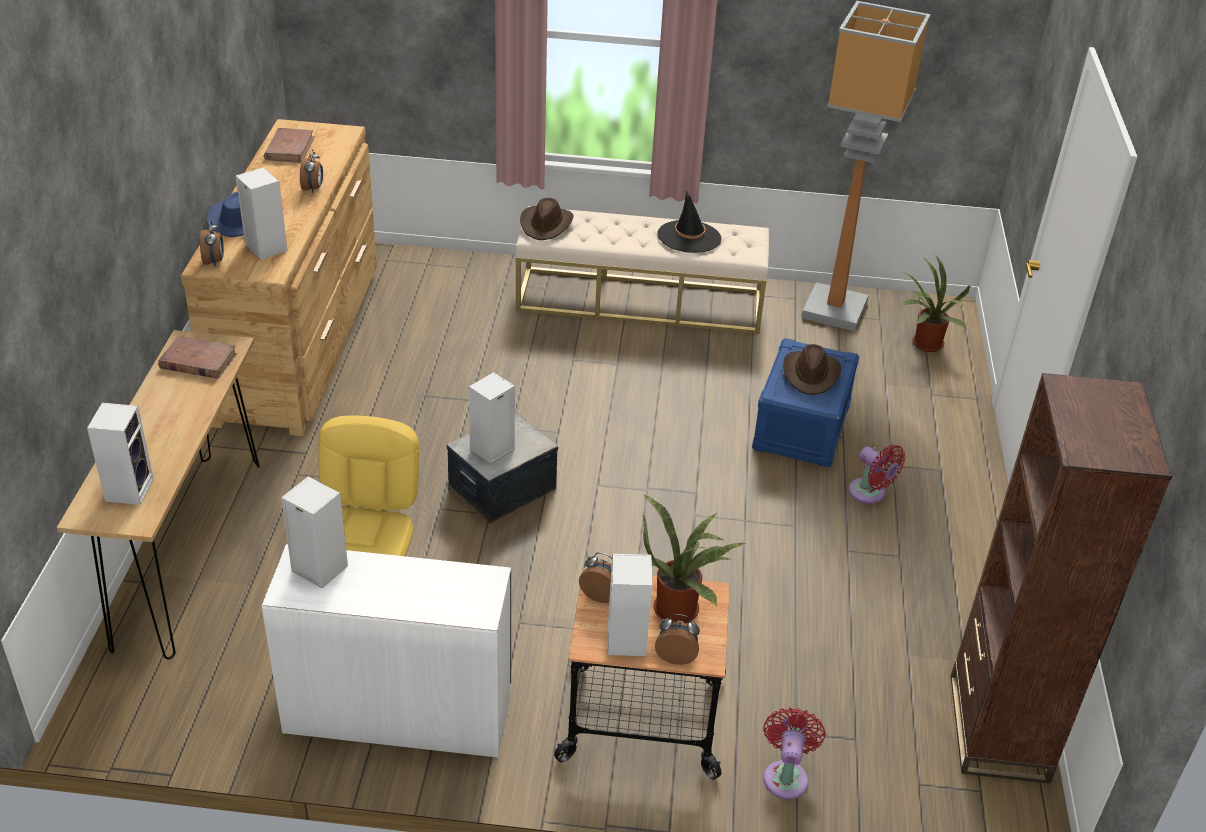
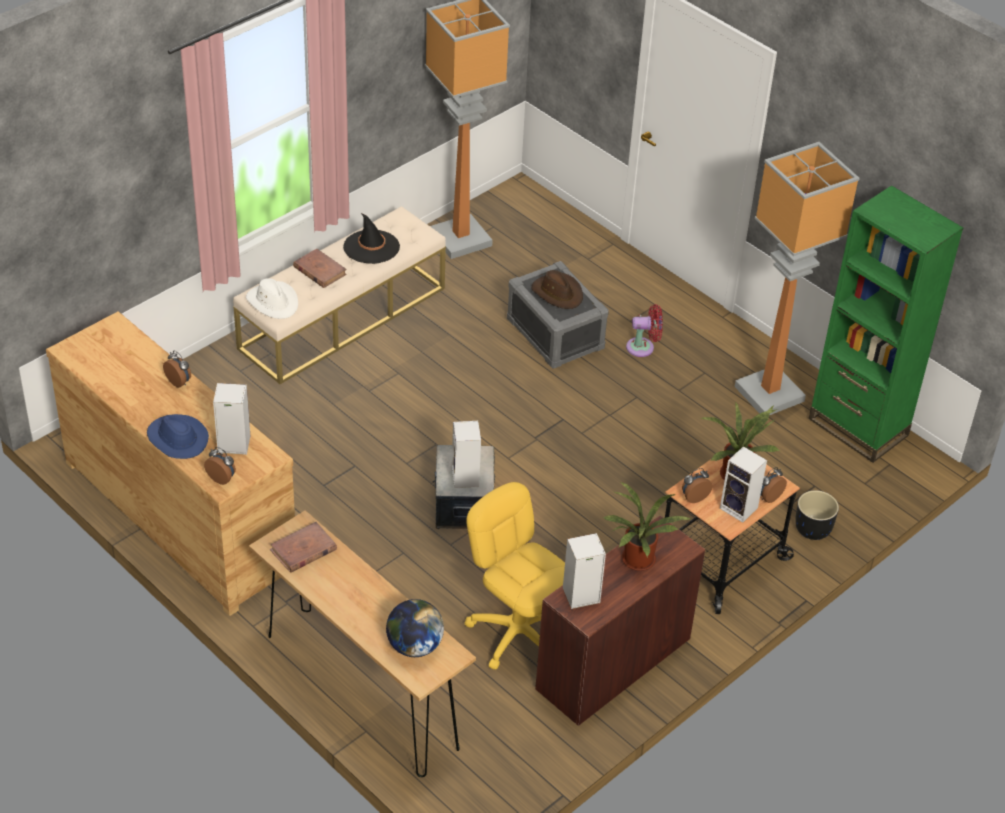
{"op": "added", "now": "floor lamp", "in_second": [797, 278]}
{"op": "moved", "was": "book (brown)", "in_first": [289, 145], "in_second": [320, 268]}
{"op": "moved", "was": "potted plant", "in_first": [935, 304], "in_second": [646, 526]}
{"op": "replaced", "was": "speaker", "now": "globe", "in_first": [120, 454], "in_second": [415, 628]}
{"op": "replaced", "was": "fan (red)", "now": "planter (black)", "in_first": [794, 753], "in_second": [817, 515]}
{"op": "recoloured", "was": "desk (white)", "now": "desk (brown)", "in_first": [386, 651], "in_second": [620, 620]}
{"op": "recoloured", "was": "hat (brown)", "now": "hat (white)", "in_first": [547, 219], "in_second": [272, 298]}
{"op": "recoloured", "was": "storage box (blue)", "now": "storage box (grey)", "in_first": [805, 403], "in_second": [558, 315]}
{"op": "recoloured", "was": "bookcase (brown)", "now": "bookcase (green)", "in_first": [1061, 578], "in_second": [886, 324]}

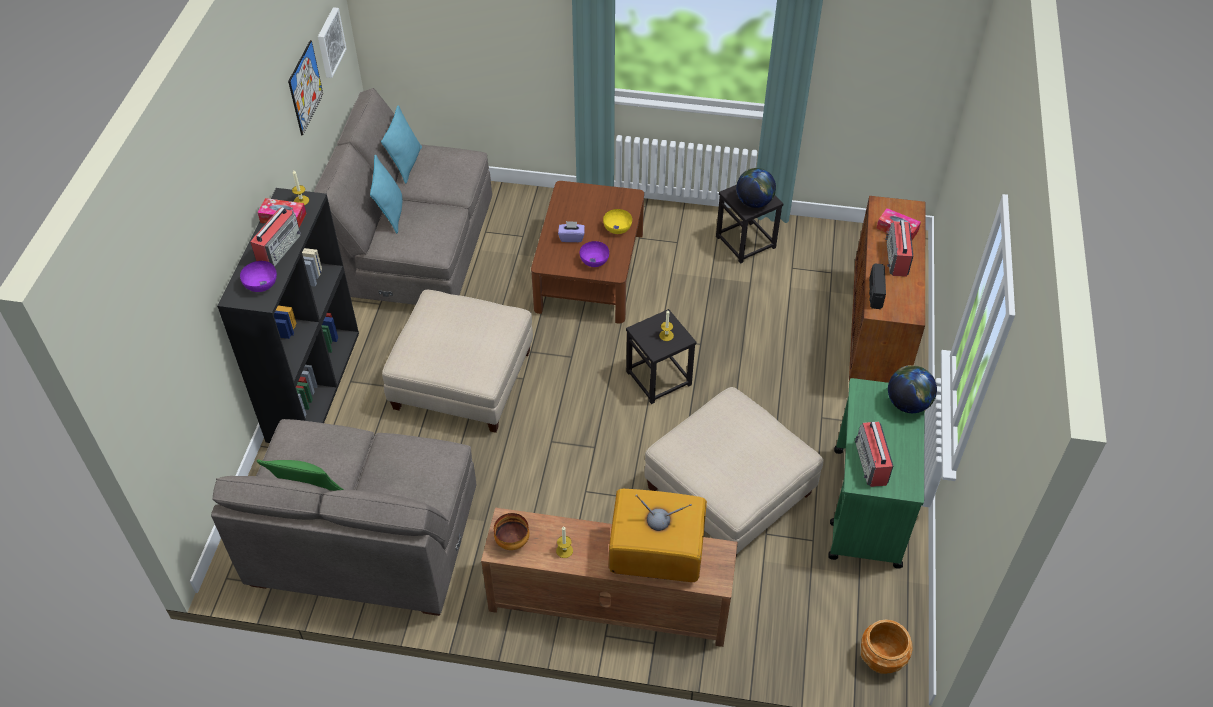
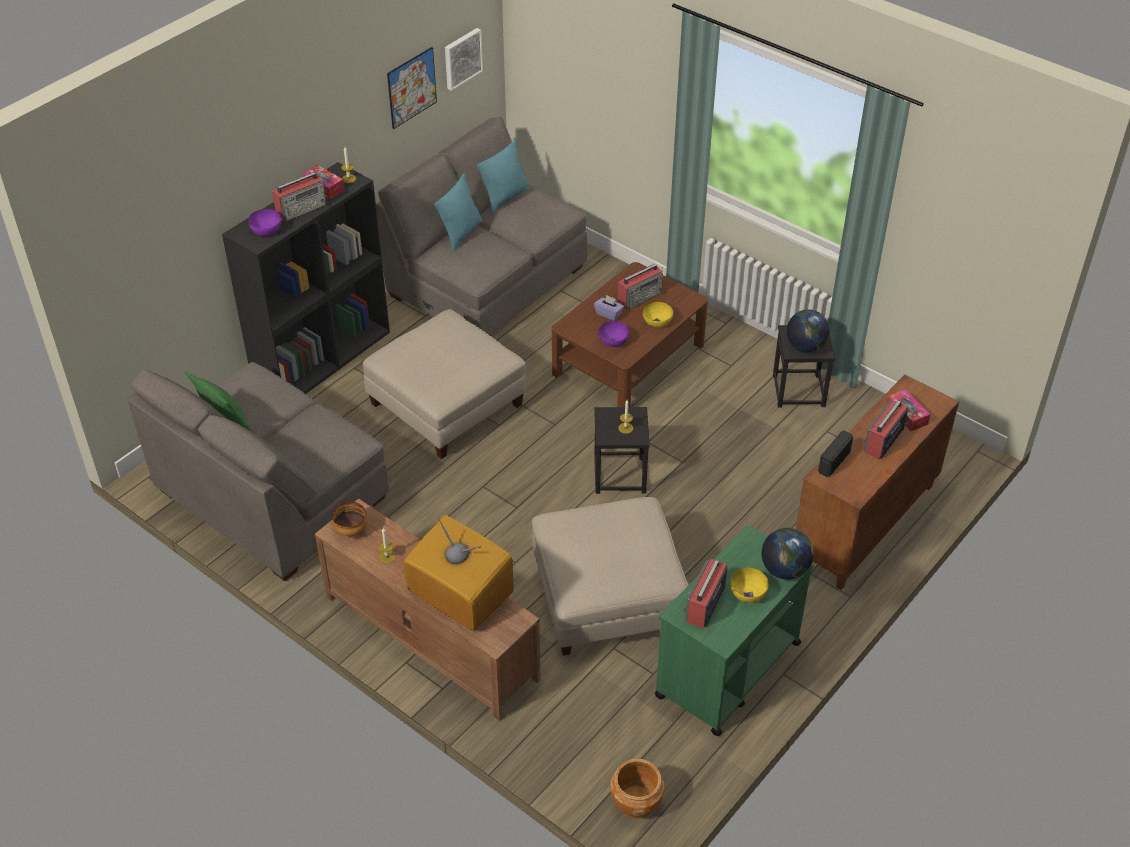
{"op": "added", "now": "radio", "in_second": [640, 286]}
{"op": "added", "now": "bowl (yellow)", "in_second": [749, 585]}

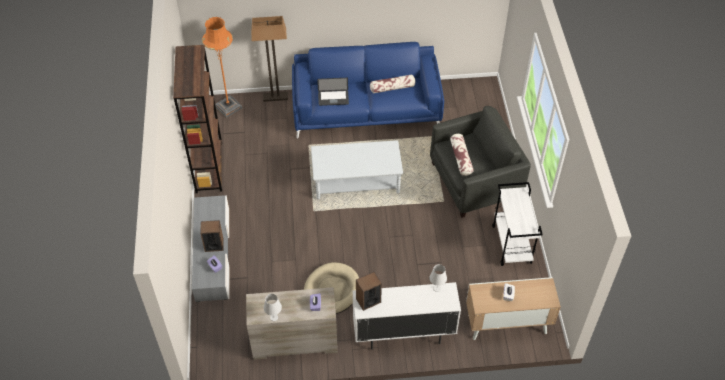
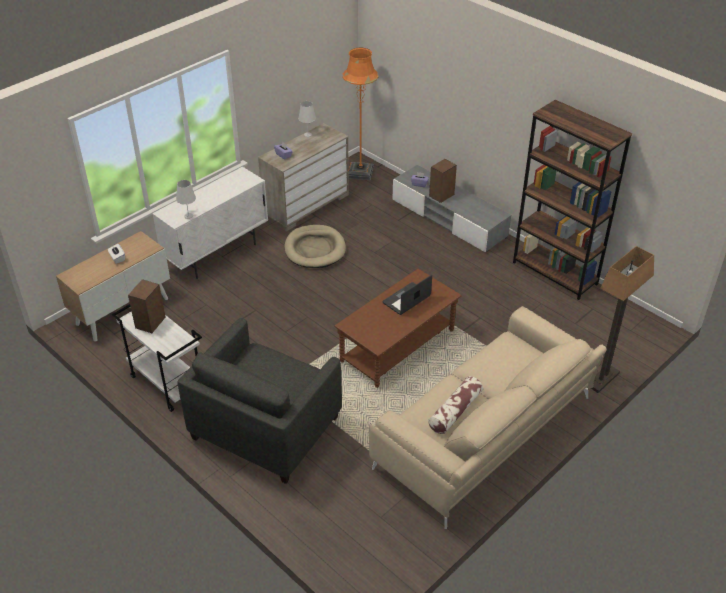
{"op": "removed", "was": "pillow", "in_first": [462, 155]}
{"op": "moved", "was": "floor lamp (orange)", "in_first": [222, 67], "in_second": [360, 114]}
{"op": "moved", "was": "laptop", "in_first": [333, 92], "in_second": [407, 295]}
{"op": "moved", "was": "speaker", "in_first": [369, 291], "in_second": [147, 306]}
{"op": "recoloured", "was": "sofa (blue)", "now": "sofa (beige)", "in_first": [368, 90], "in_second": [488, 417]}
{"op": "recoloured", "was": "coffee table (grey)", "now": "coffee table (brown)", "in_first": [357, 170], "in_second": [398, 328]}

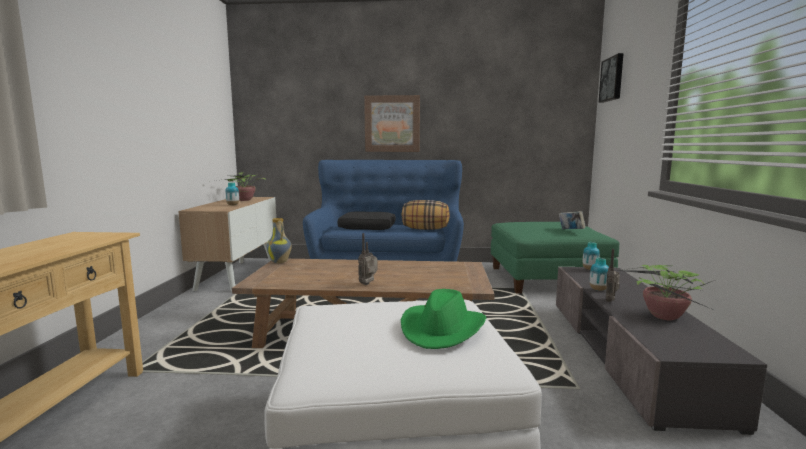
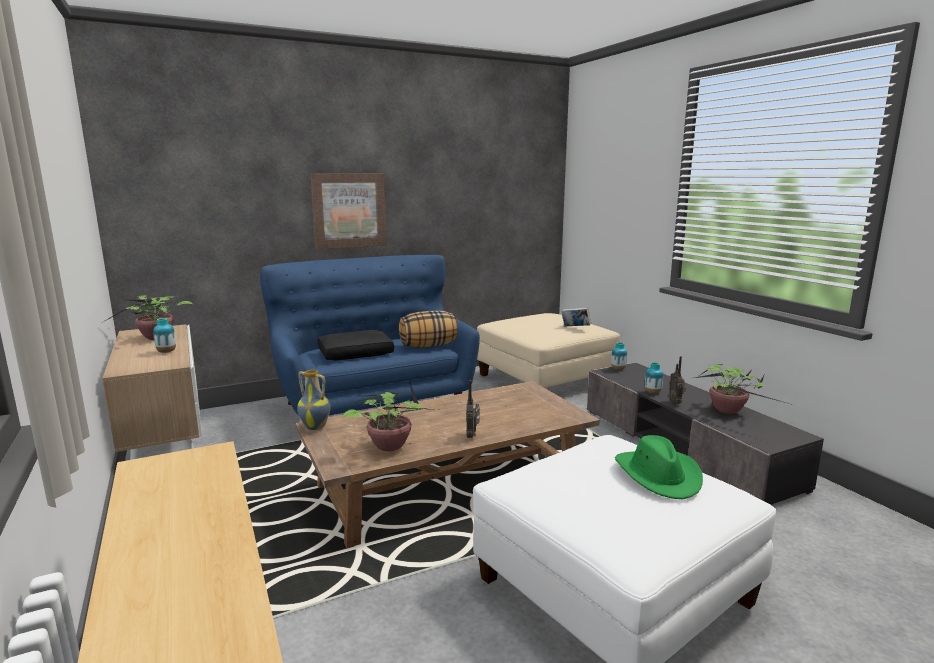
{"op": "removed", "was": "picture", "in_first": [611, 78]}
{"op": "added", "now": "potted plant", "in_second": [389, 416]}
{"op": "recoloured", "was": "ottoman (green)", "now": "ottoman (beige)", "in_first": [555, 257], "in_second": [548, 350]}

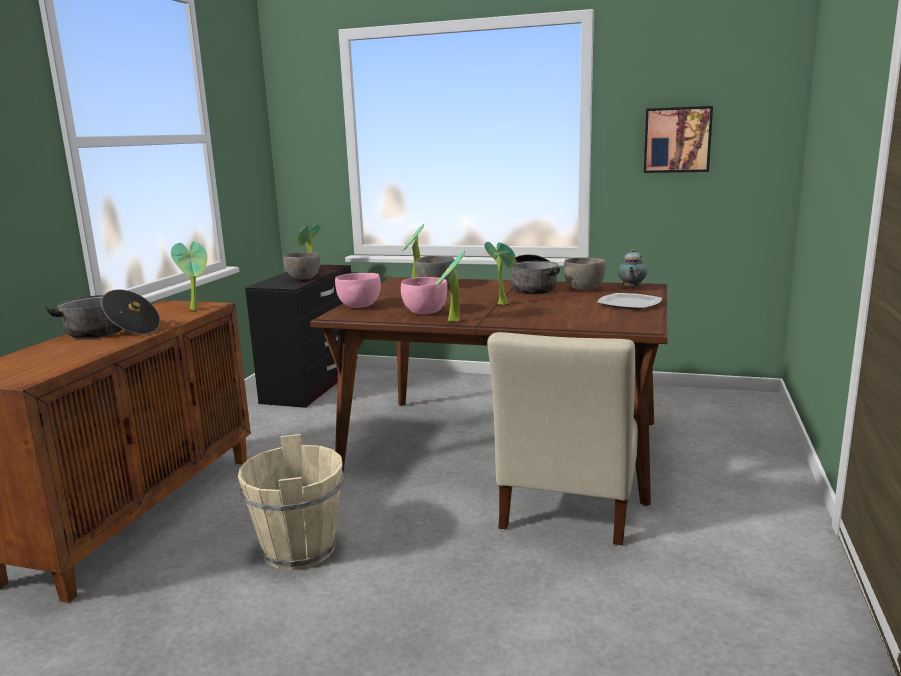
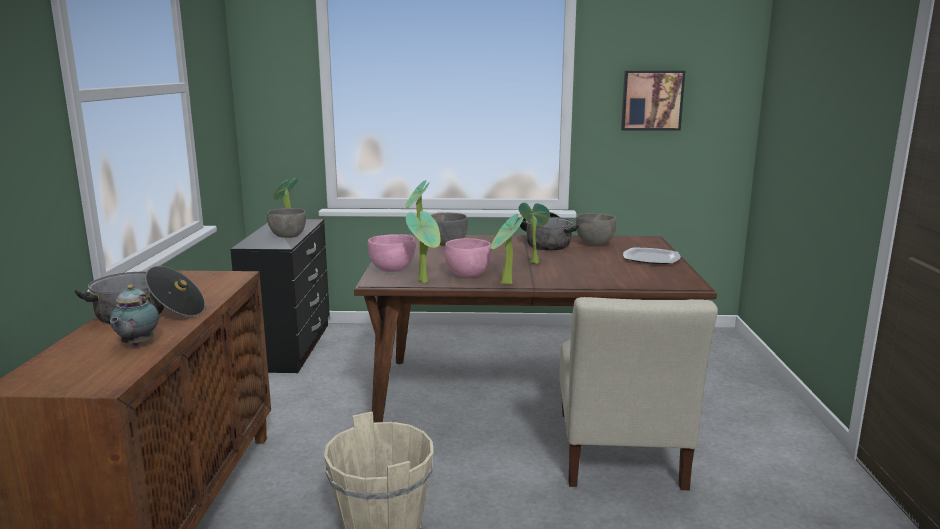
{"op": "moved", "was": "potted plant", "in_first": [189, 276], "in_second": [423, 247]}
{"op": "moved", "was": "teapot", "in_first": [632, 269], "in_second": [134, 315]}

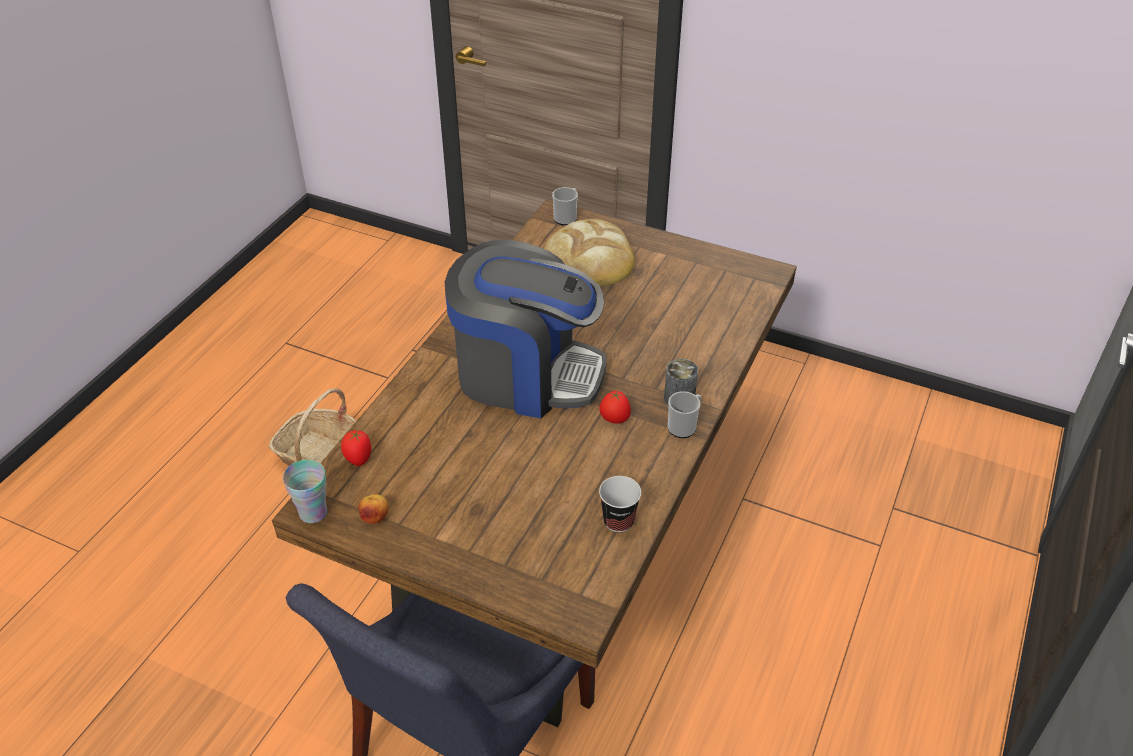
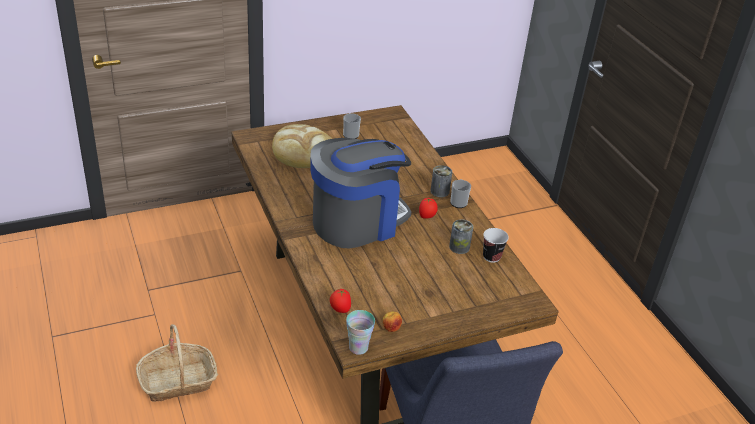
{"op": "added", "now": "can", "in_second": [461, 237]}
{"op": "moved", "was": "mug", "in_first": [565, 206], "in_second": [352, 126]}

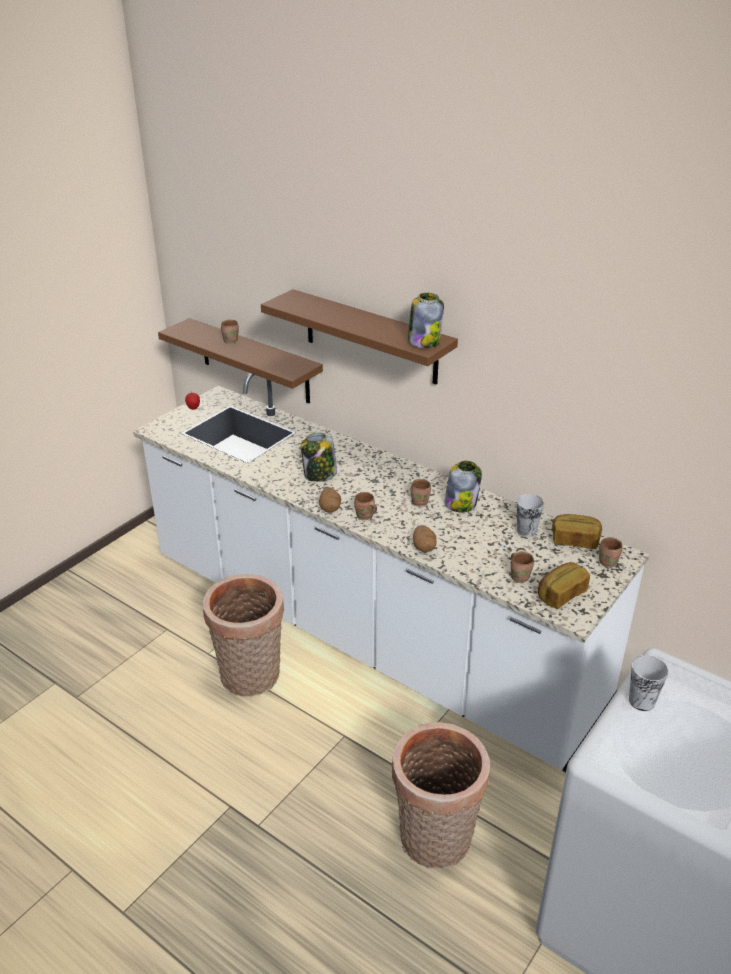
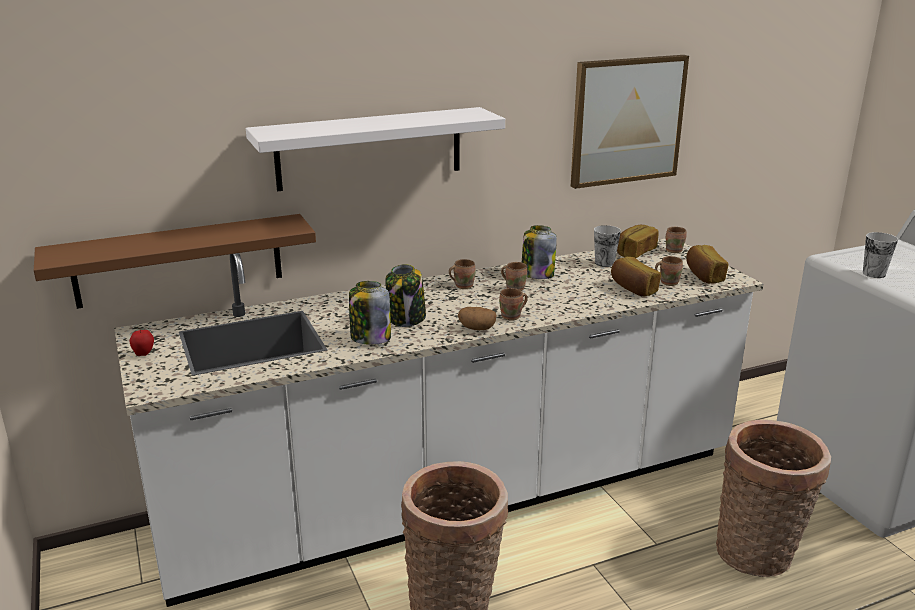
{"op": "removed", "was": "potato", "in_first": [425, 538]}
{"op": "added", "now": "picture", "in_second": [630, 122]}
{"op": "added", "now": "bread", "in_second": [636, 277]}
{"op": "moved", "was": "mug (brown)", "in_first": [230, 332], "in_second": [462, 274]}
{"op": "moved", "was": "jar", "in_first": [426, 320], "in_second": [370, 313]}
{"op": "recoloured", "was": "shelf (brown)", "now": "shelf (white)", "in_first": [359, 337], "in_second": [375, 149]}

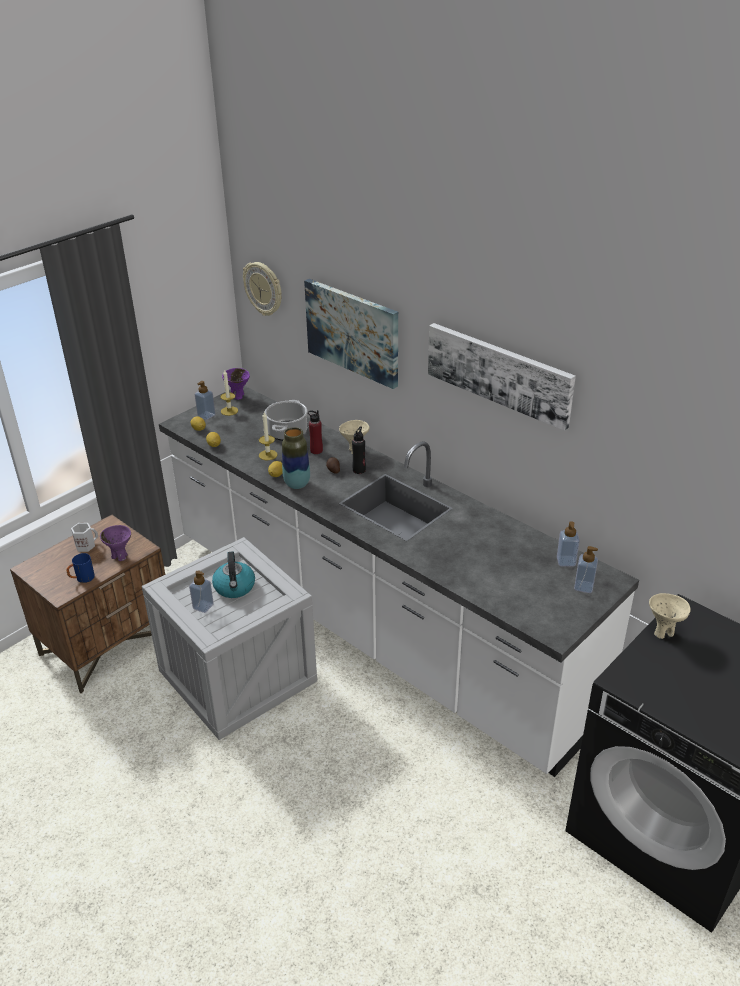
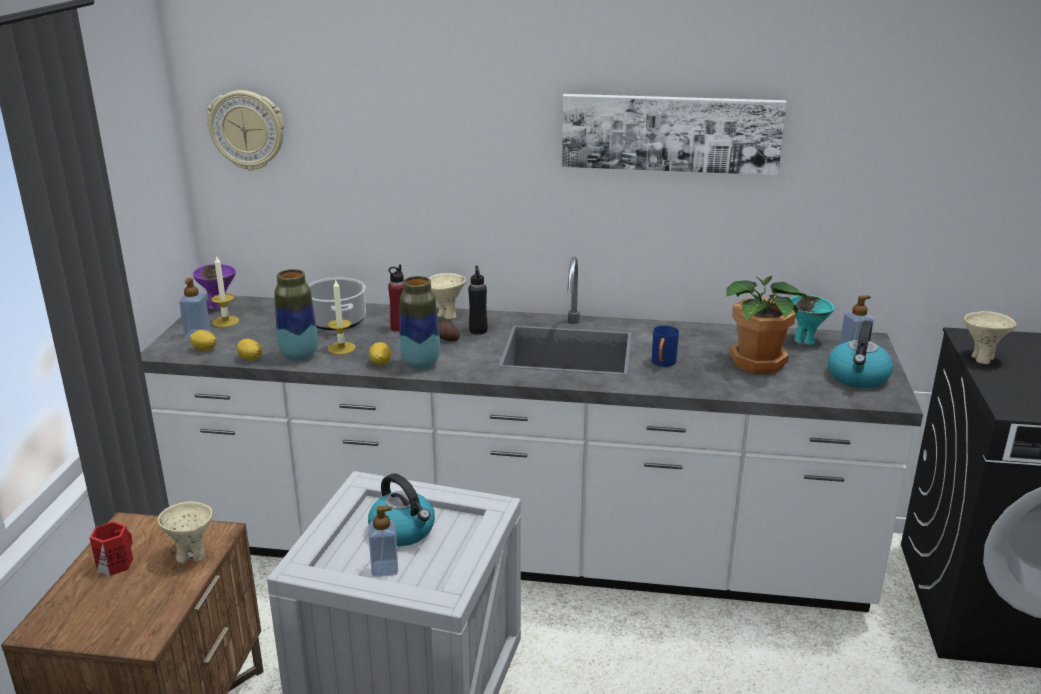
{"op": "removed", "was": "picture", "in_first": [351, 334]}
{"op": "added", "now": "vase", "in_second": [296, 315]}
{"op": "added", "now": "potted plant", "in_second": [766, 325]}
{"op": "added", "now": "kettle", "in_second": [860, 354]}
{"op": "moved", "was": "mug (blue)", "in_first": [80, 568], "in_second": [665, 346]}
{"op": "replaced", "was": "soap dispenser", "now": "bowl (turquoise)", "in_first": [568, 543], "in_second": [812, 320]}
{"op": "recoloured", "was": "mug (white)", "now": "mug (red)", "in_first": [84, 537], "in_second": [111, 548]}
{"op": "recoloured", "was": "bowl (purple)", "now": "bowl (beige)", "in_first": [115, 543], "in_second": [185, 532]}

